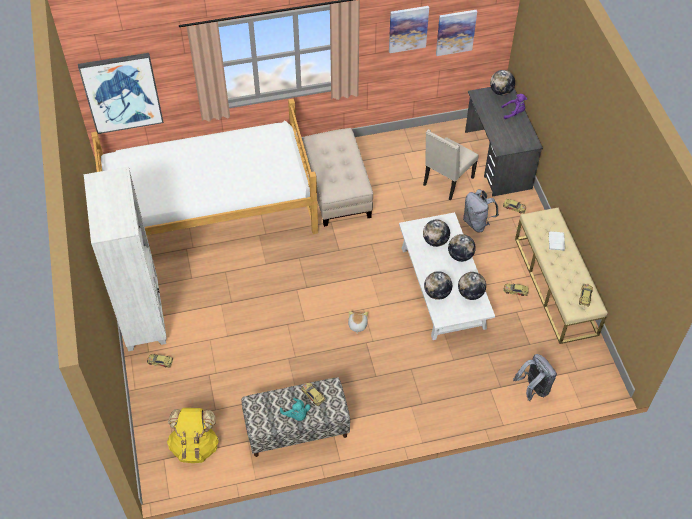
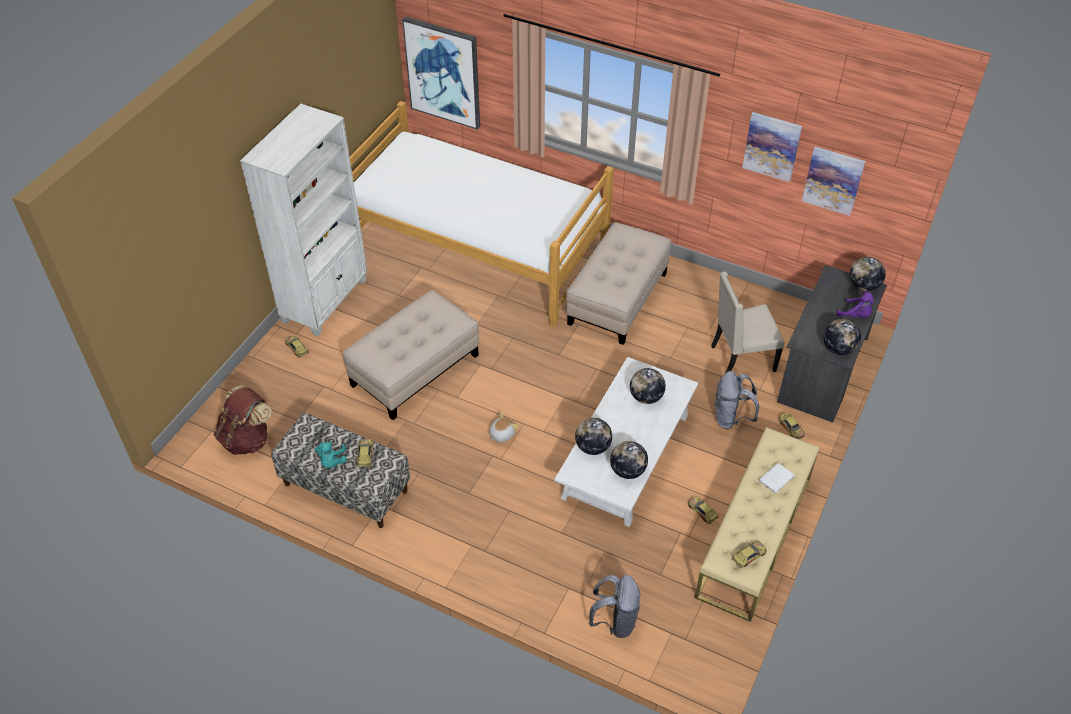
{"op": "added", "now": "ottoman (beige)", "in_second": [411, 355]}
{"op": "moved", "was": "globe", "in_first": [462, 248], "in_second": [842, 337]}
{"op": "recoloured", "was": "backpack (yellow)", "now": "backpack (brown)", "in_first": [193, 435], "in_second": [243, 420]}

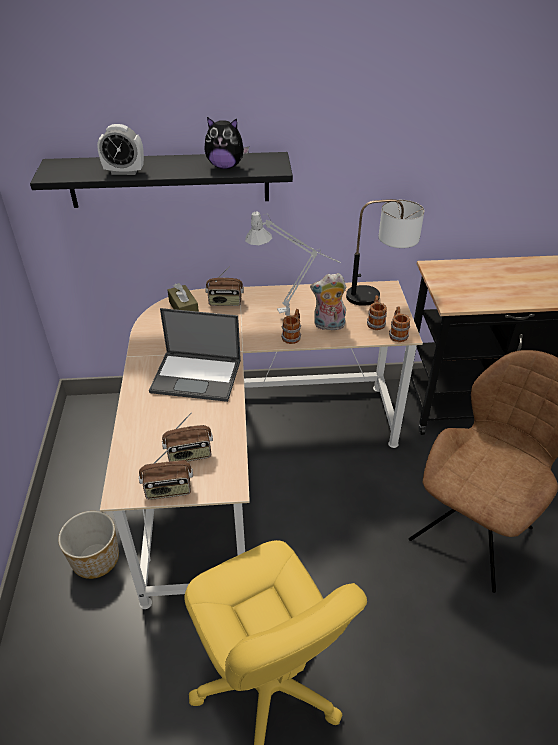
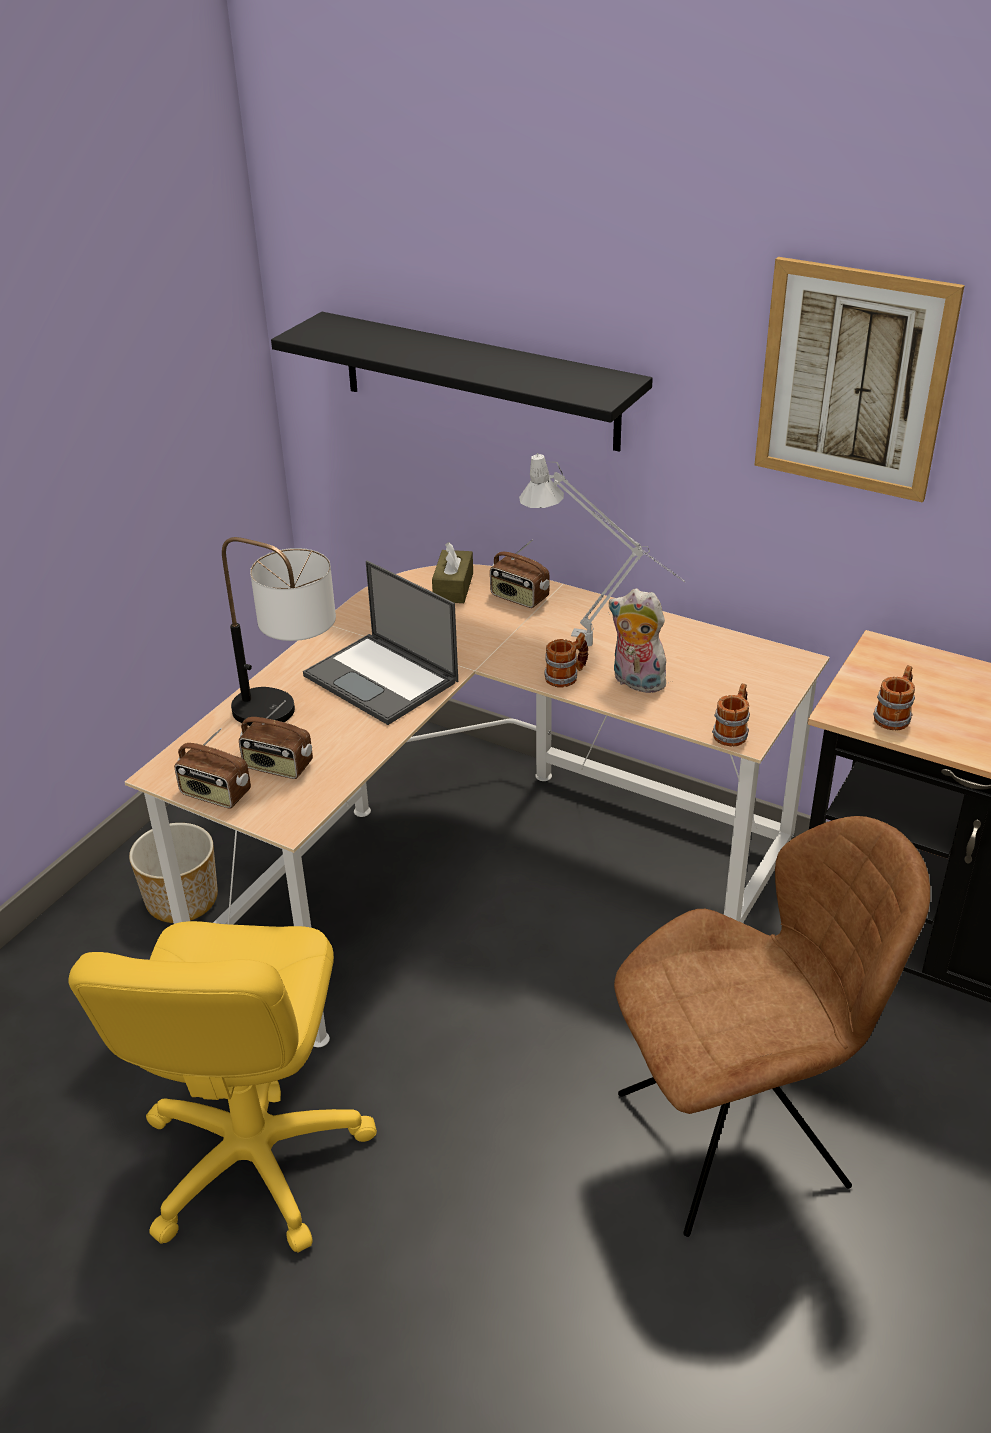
{"op": "removed", "was": "alarm clock", "in_first": [120, 149]}
{"op": "removed", "was": "plush toy", "in_first": [227, 143]}
{"op": "added", "now": "picture", "in_second": [859, 380]}
{"op": "moved", "was": "table lamp", "in_first": [385, 252], "in_second": [279, 631]}
{"op": "moved", "was": "mug", "in_first": [377, 312], "in_second": [894, 697]}

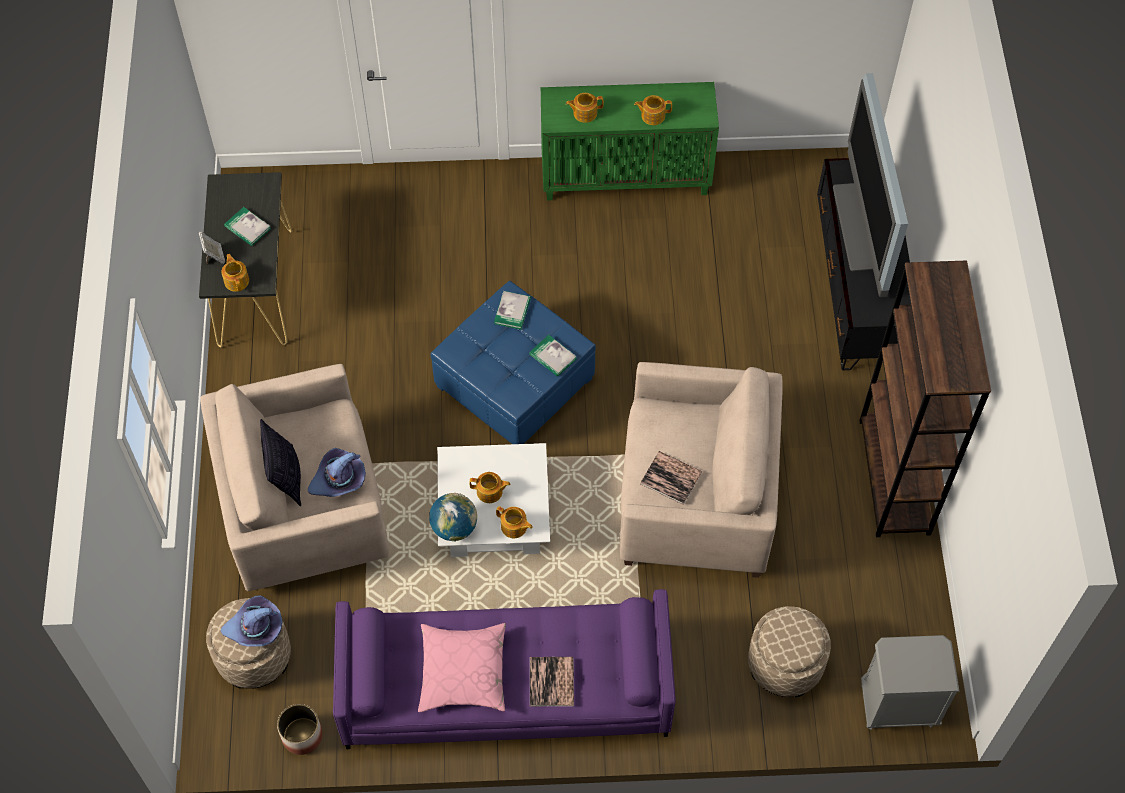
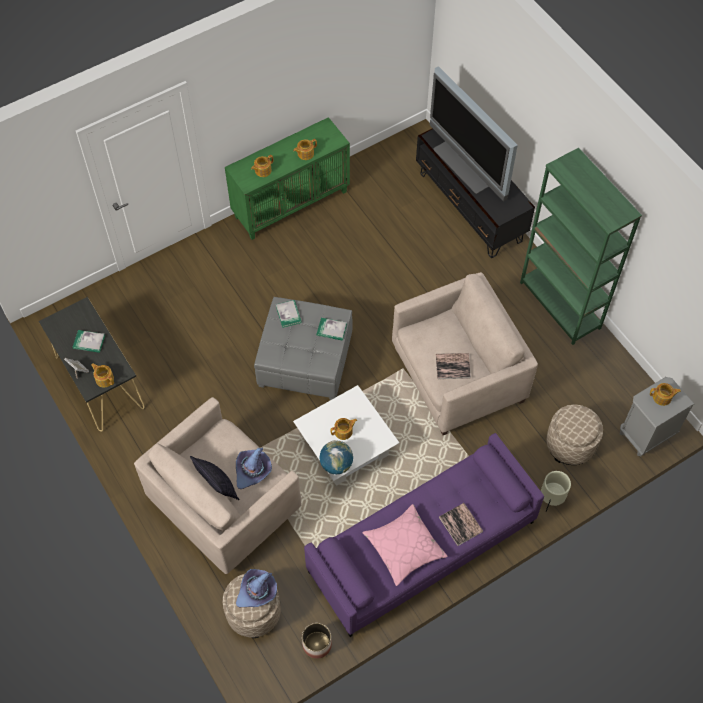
{"op": "added", "now": "planter (beige)", "in_second": [556, 491]}
{"op": "moved", "was": "teapot", "in_first": [514, 522], "in_second": [665, 394]}
{"op": "recoloured", "was": "ottoman (blue)", "now": "ottoman (grey)", "in_first": [513, 362], "in_second": [303, 348]}
{"op": "recoloured", "was": "bookcase (brown)", "now": "bookcase (green)", "in_first": [925, 398], "in_second": [581, 246]}

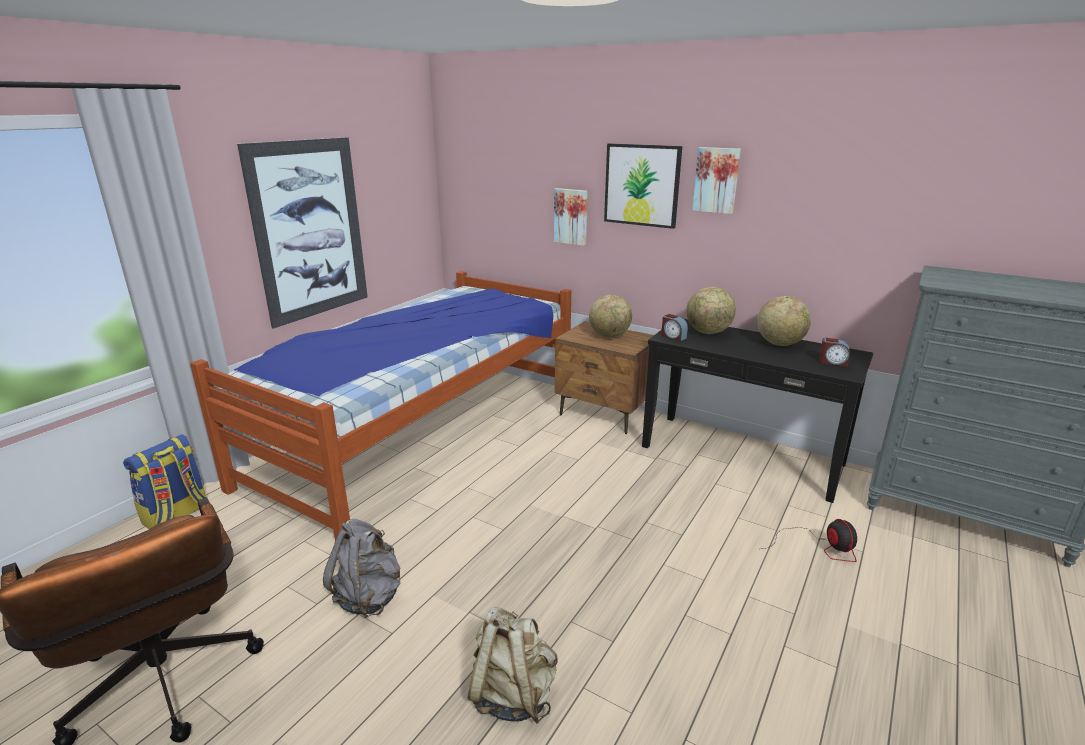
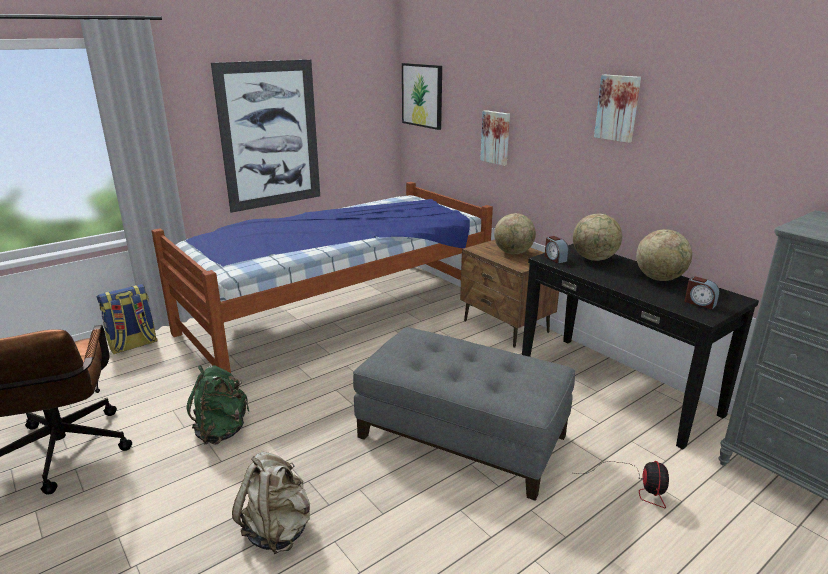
{"op": "added", "now": "ottoman (grey)", "in_second": [464, 414]}
{"op": "moved", "was": "picture", "in_first": [643, 186], "in_second": [422, 96]}
{"op": "recoloured", "was": "backpack (grey)", "now": "backpack (green)", "in_first": [362, 568], "in_second": [217, 405]}

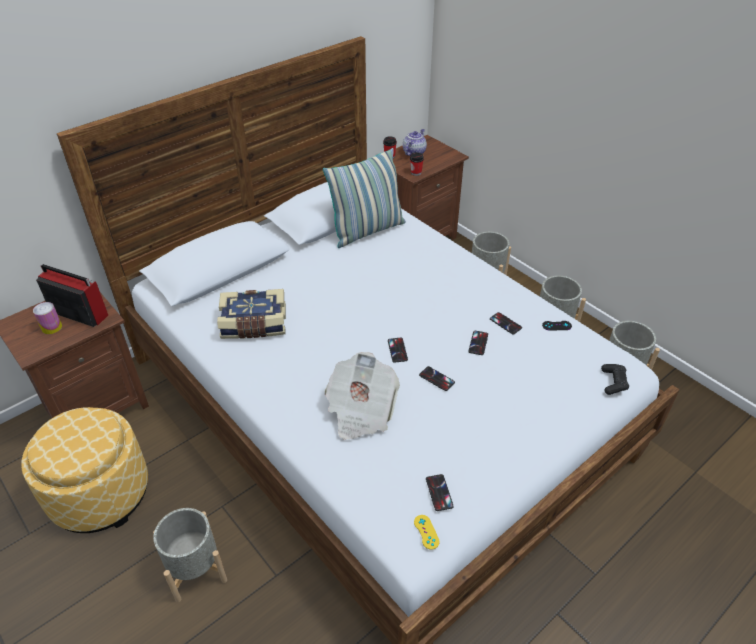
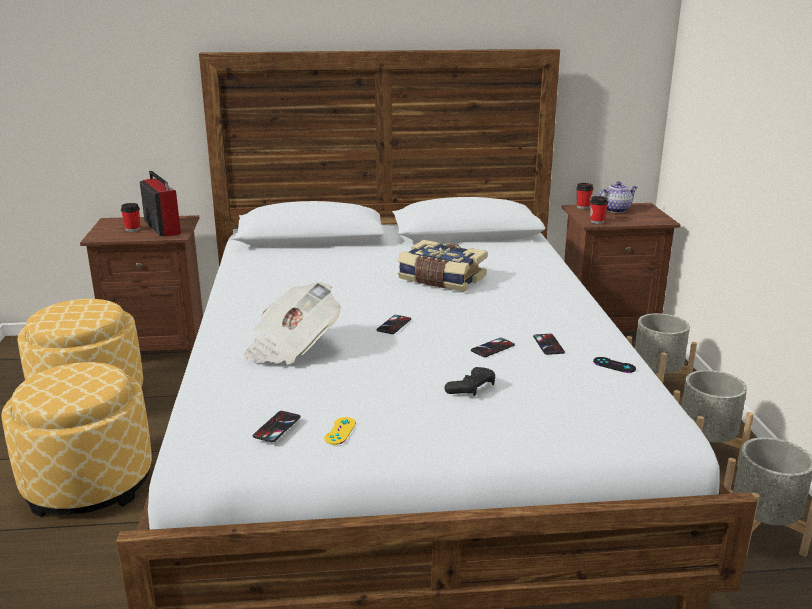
{"op": "removed", "was": "pillow", "in_first": [364, 198]}
{"op": "removed", "was": "phone", "in_first": [437, 378]}
{"op": "moved", "was": "book", "in_first": [251, 314], "in_second": [443, 266]}
{"op": "moved", "was": "game controller (yellow)", "in_first": [427, 532], "in_second": [340, 431]}
{"op": "moved", "was": "game controller (black)", "in_first": [615, 379], "in_second": [469, 381]}
{"op": "replaced", "was": "can", "now": "cup", "in_first": [47, 318], "in_second": [130, 217]}
{"op": "replaced", "was": "planter (grey)", "now": "ottoman", "in_first": [190, 555], "in_second": [77, 439]}

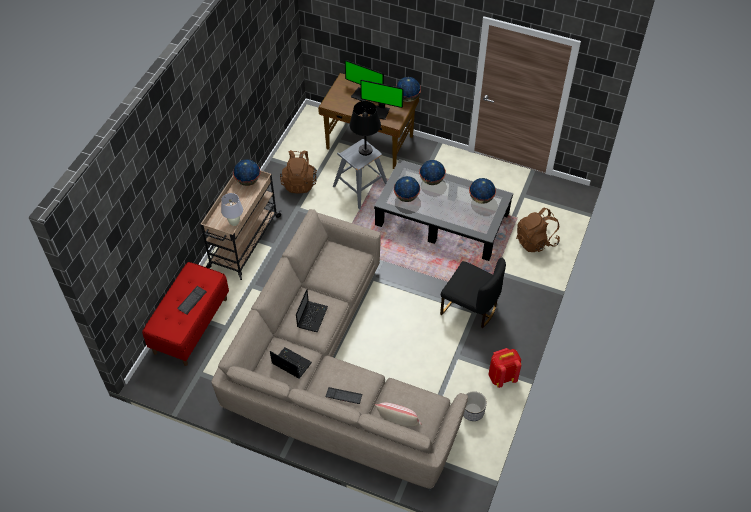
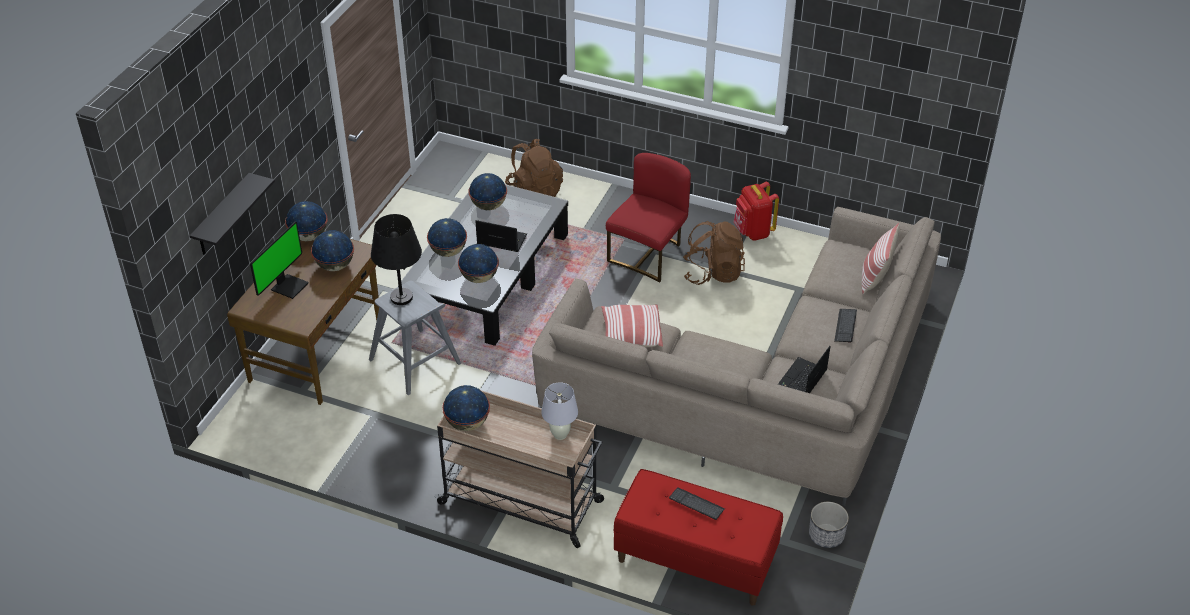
{"op": "added", "now": "shelf (black)", "in_second": [232, 214]}
{"op": "added", "now": "pillow", "in_second": [632, 325]}
{"op": "moved", "was": "backpack (brown)", "in_first": [298, 171], "in_second": [714, 253]}
{"op": "moved", "was": "laptop", "in_first": [312, 310], "in_second": [501, 236]}
{"op": "moved", "was": "planter", "in_first": [475, 406], "in_second": [829, 525]}
{"op": "replaced", "was": "monitor", "now": "globe", "in_first": [382, 100], "in_second": [332, 250]}
{"op": "recoloured", "was": "chair (black)", "now": "chair (red)", "in_first": [473, 293], "in_second": [648, 217]}

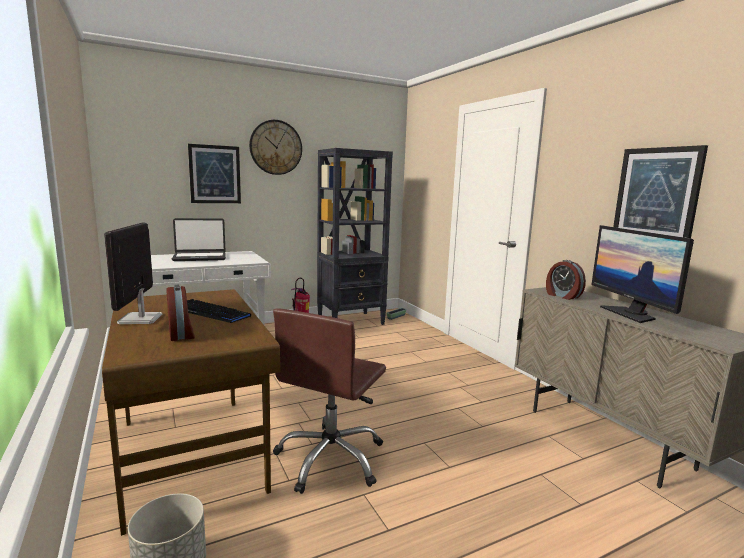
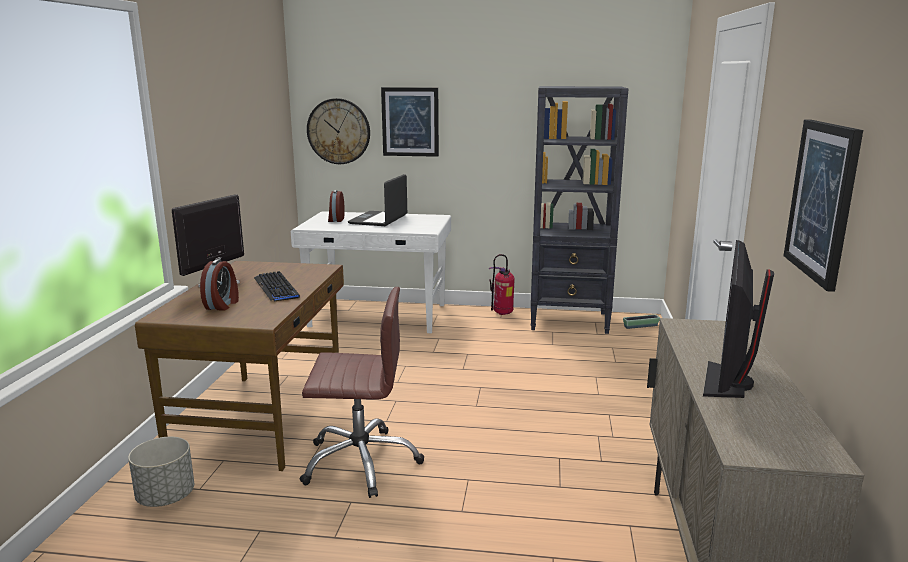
{"op": "moved", "was": "wall clock", "in_first": [275, 147], "in_second": [338, 131]}
{"op": "moved", "was": "alarm clock", "in_first": [566, 280], "in_second": [336, 206]}
{"op": "turned", "was": "laptop", "in_first": [199, 239], "in_second": [377, 200], "clockwise": 90}
{"op": "turned", "was": "office chair (brown)", "in_first": [329, 401], "in_second": [362, 392], "clockwise": -150}

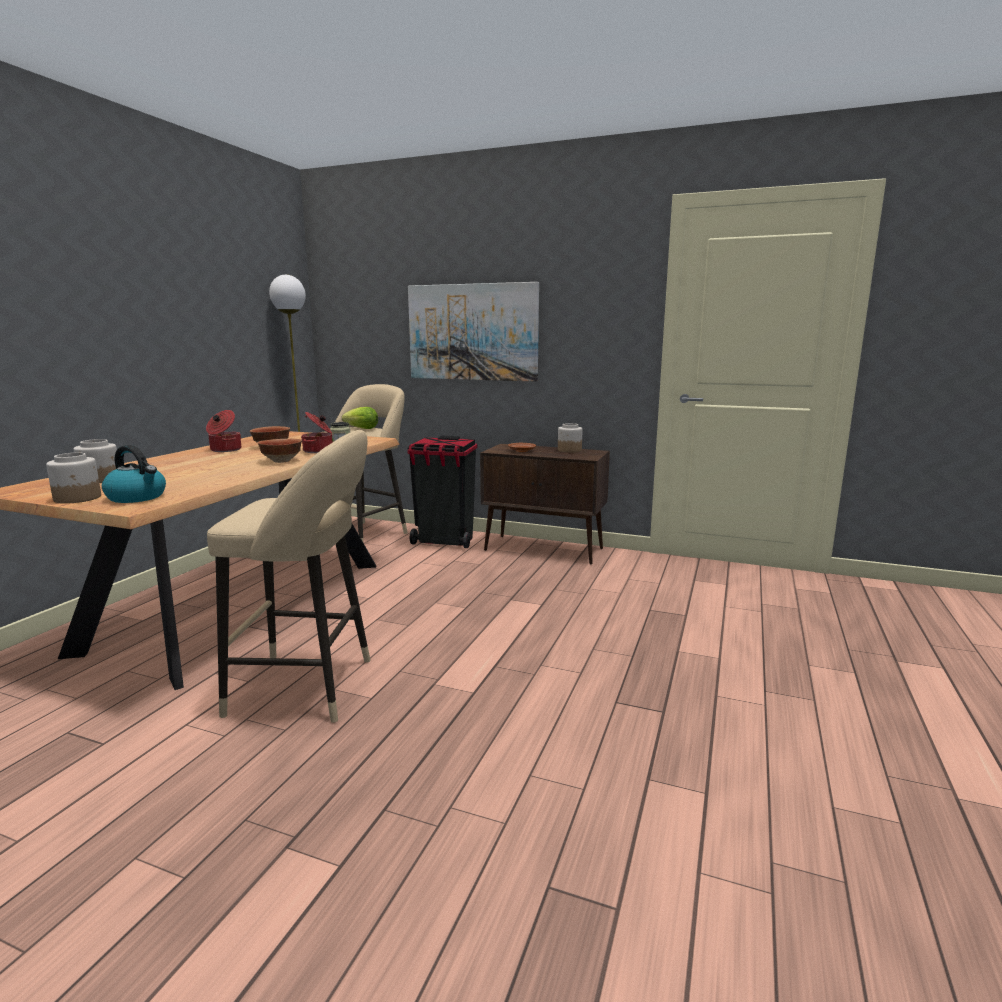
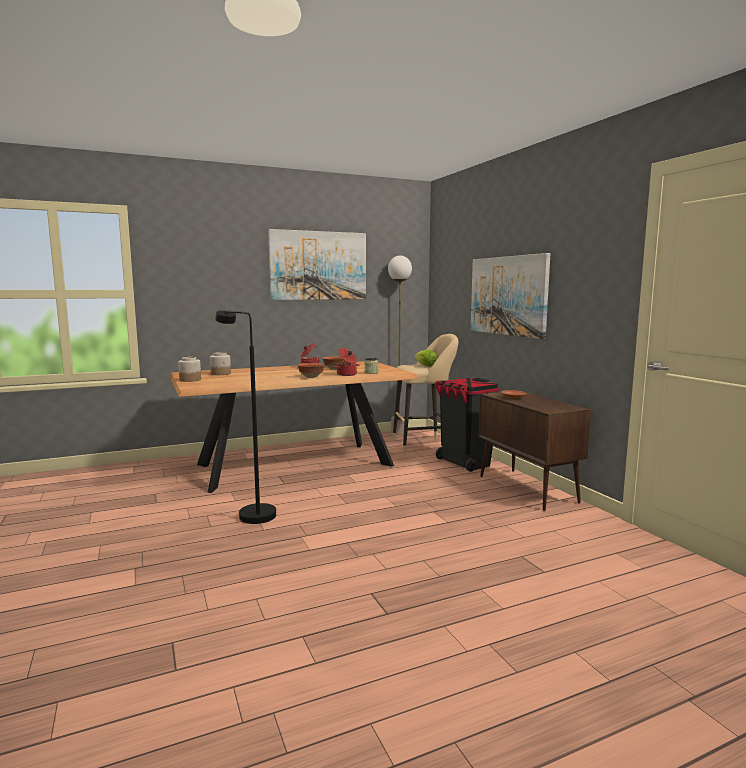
{"op": "removed", "was": "kettle", "in_first": [134, 474]}
{"op": "removed", "was": "jar", "in_first": [570, 438]}
{"op": "added", "now": "picture", "in_second": [317, 264]}
{"op": "replaced", "was": "stool (beige)", "now": "floor lamp (black)", "in_first": [289, 576], "in_second": [245, 417]}

